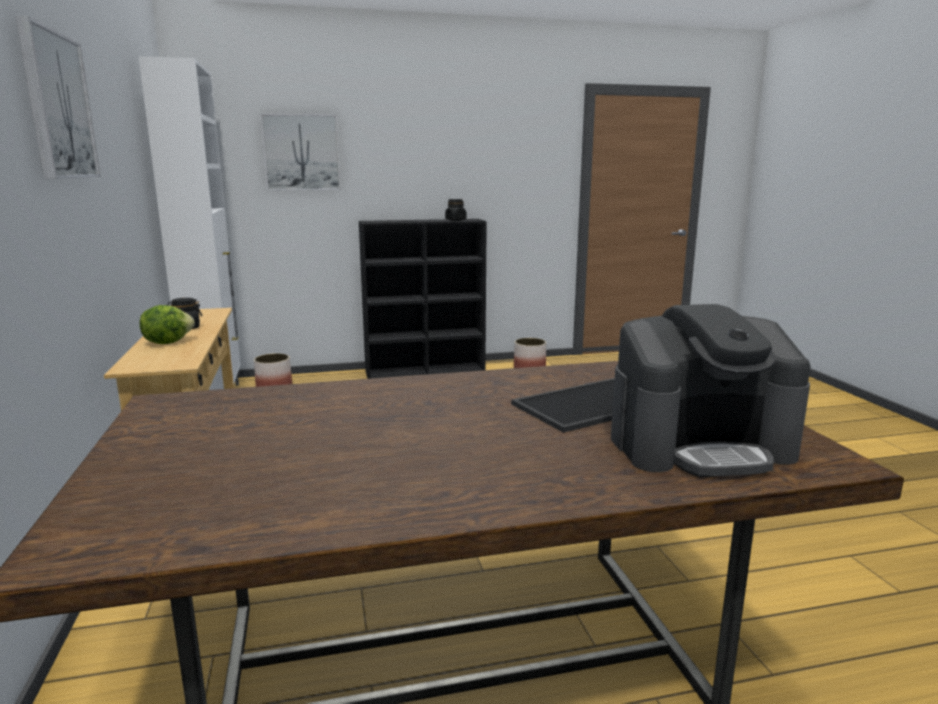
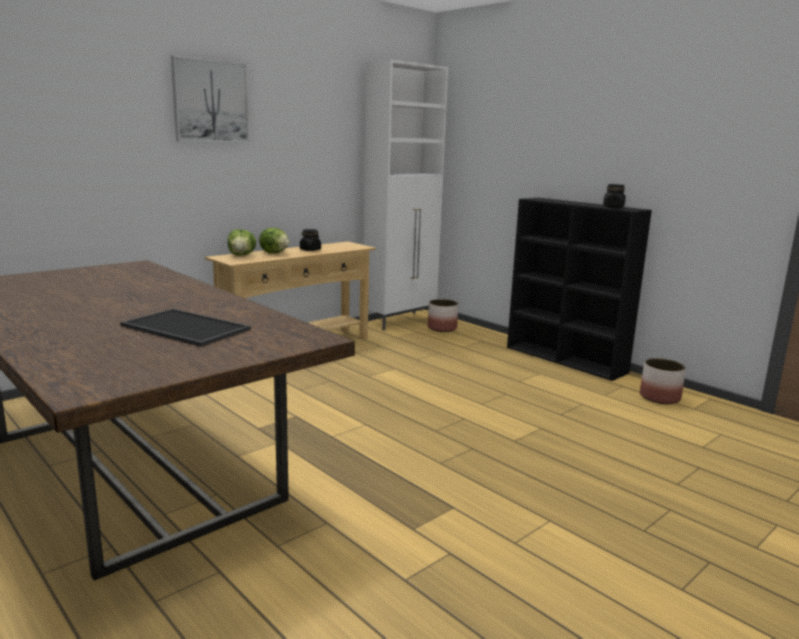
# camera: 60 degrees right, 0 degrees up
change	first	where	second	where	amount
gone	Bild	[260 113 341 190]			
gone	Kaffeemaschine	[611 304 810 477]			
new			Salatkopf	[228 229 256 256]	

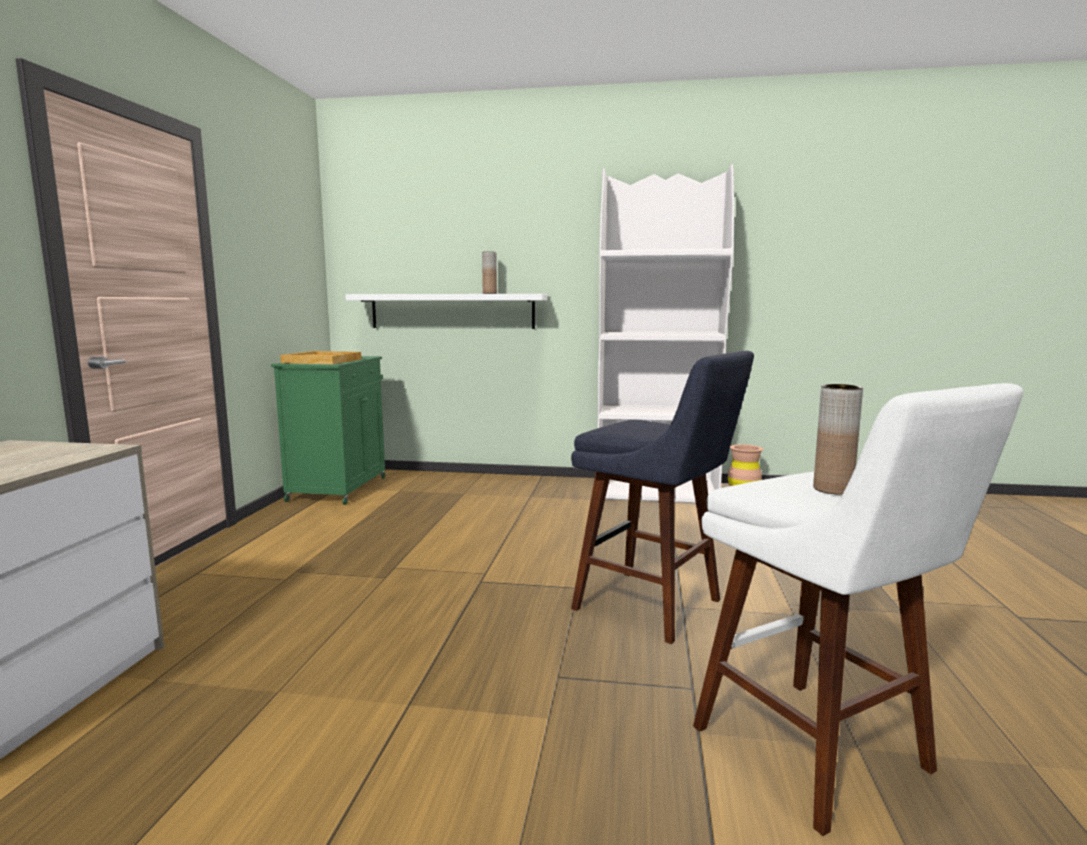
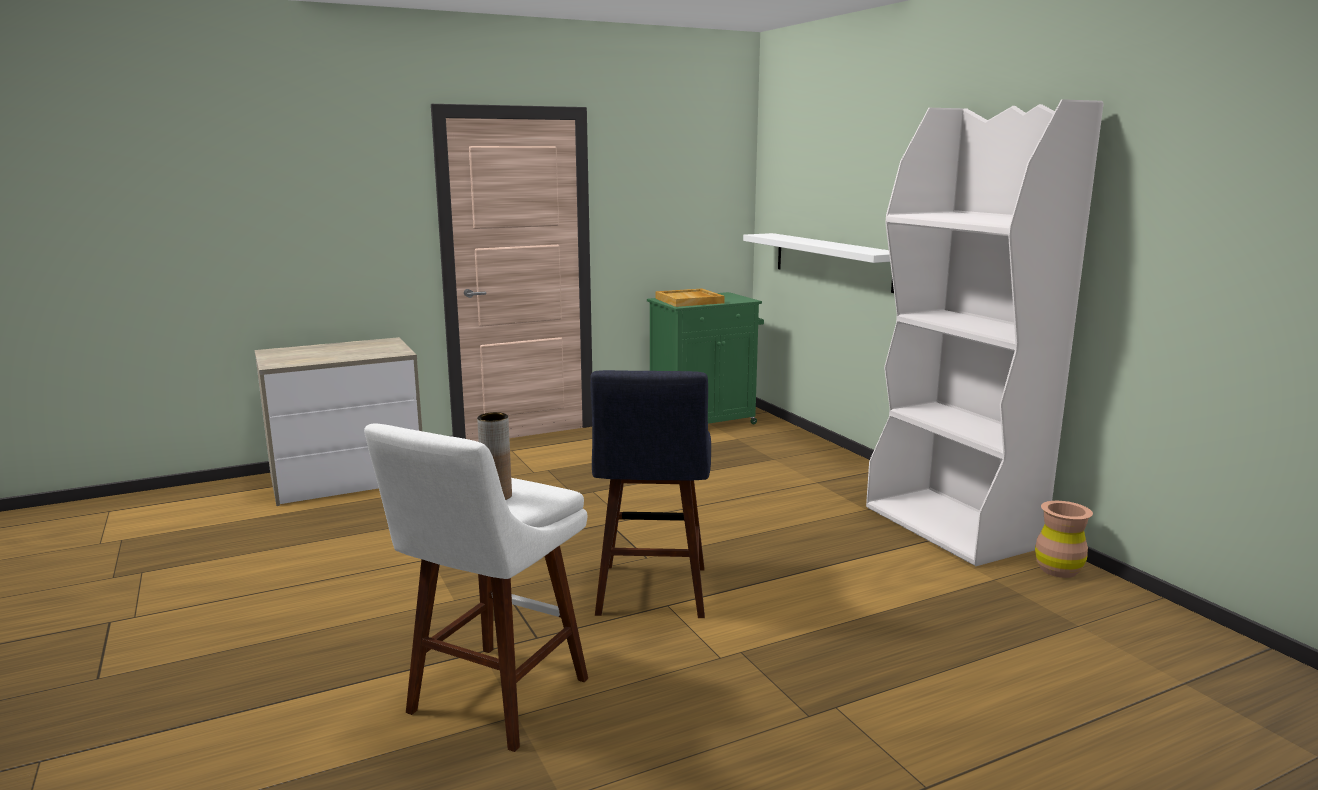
# camera: 55 degrees right, 5 degrees up
change	first	where	second	where	amount
gone	Vase/braun	[482 252 497 294]			

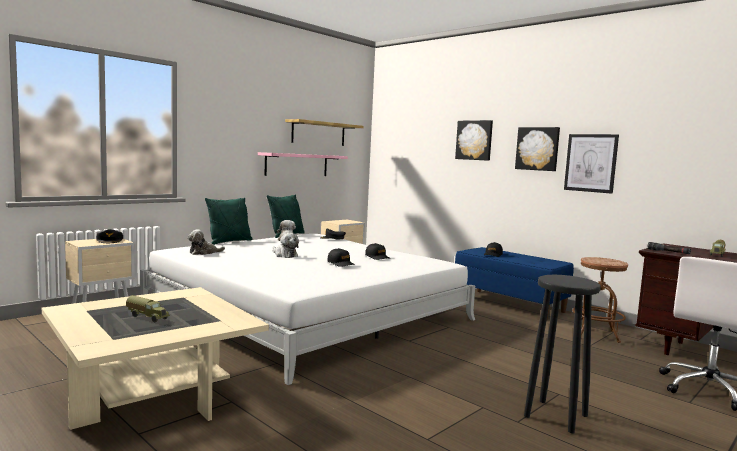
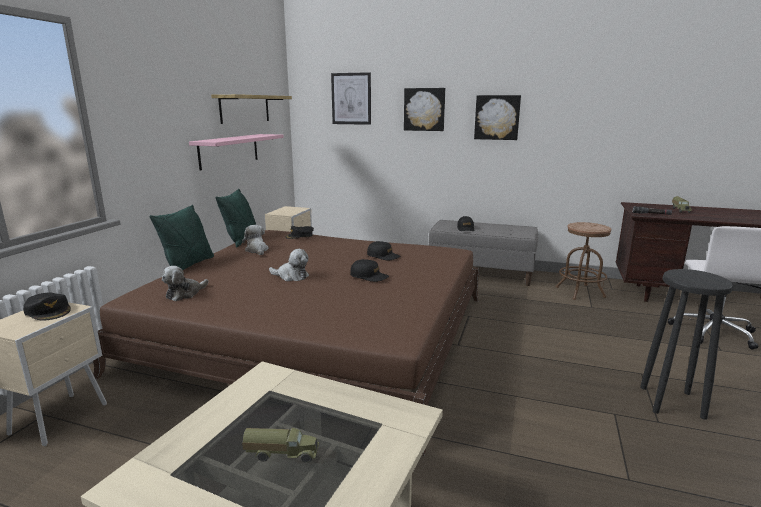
# camera: 25 degrees left, 10 degrees up
change	first	where	second	where	amount
repainted	Bett/weiß	[140 234 475 385]	Bett/braun	[93 230 479 456]	
repainted	Bank/blau	[455 247 574 320]	Bank/grau	[428 220 538 286]	
shifted	Bild	[564 134 619 194]		[331 72 371 125]	

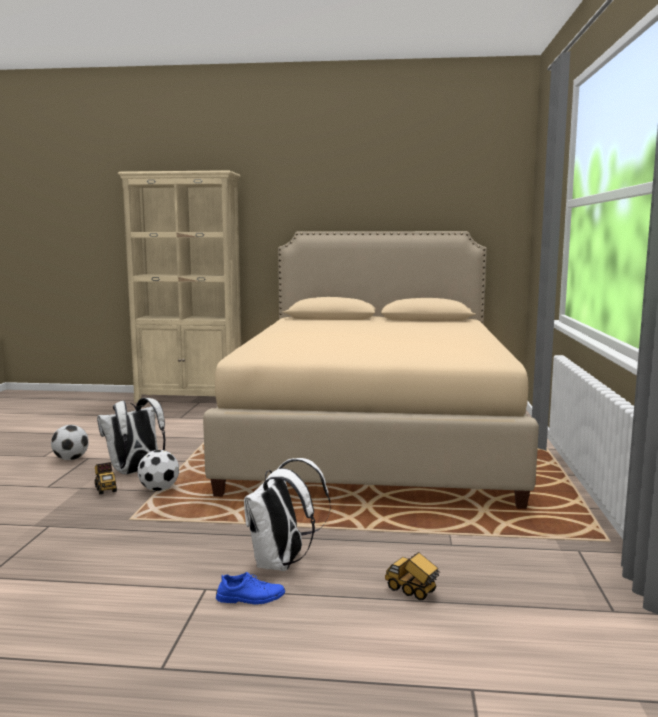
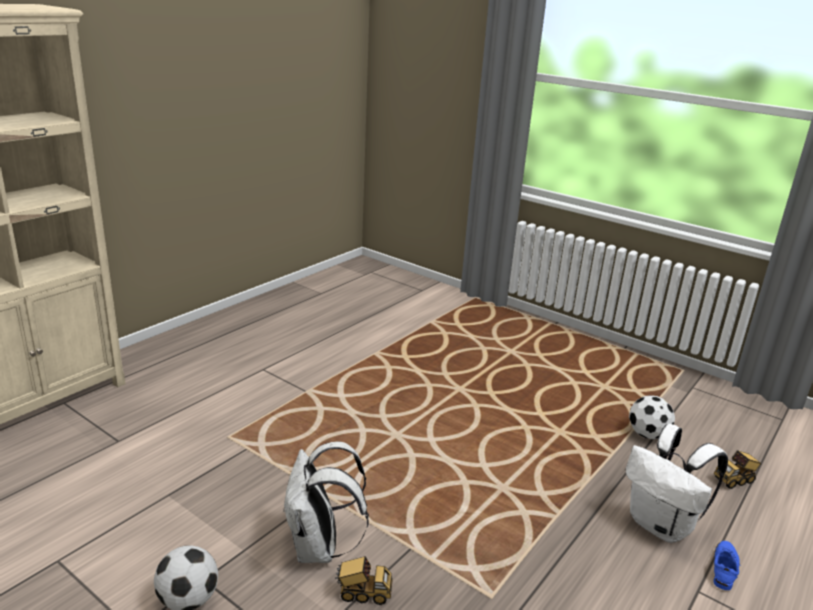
# camera: 60 degrees left, 15 degrees up
change	first	where	second	where	amount
shifted	Fußball	[137 450 179 491]		[629 395 675 439]	
gone	Bett/beige	[203 231 539 509]			

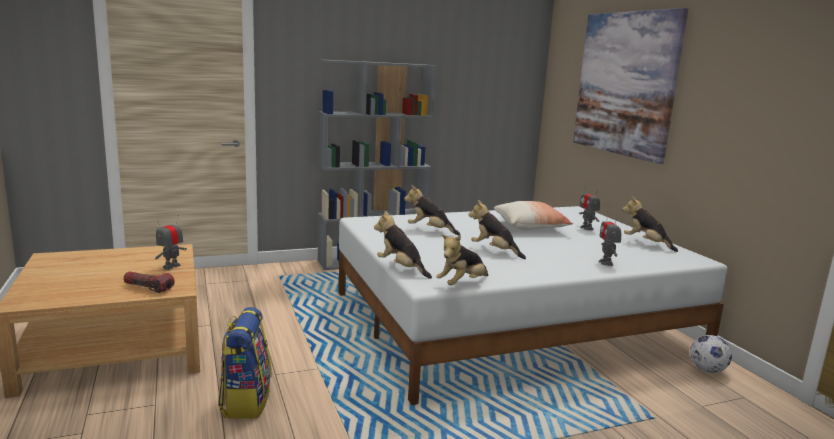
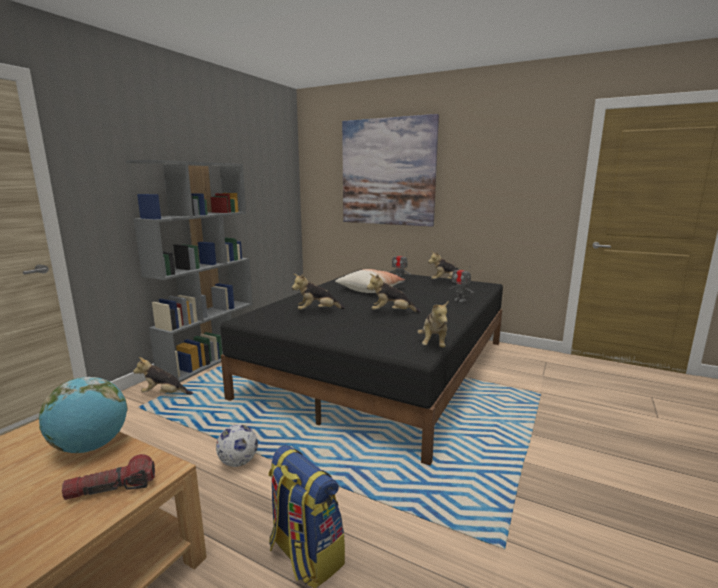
# camera: 40 degrees left, 0 degrees up
change	first	where	second	where	amount
swapped	Spielzeugroboter	[155 215 187 270]	Globus	[39 377 128 453]	
repainted	Bett/weiß	[339 206 728 405]	Bett/schwarz	[220 269 503 465]	
shifted	Plüschtier	[374 211 432 279]		[133 357 193 395]	
shifted	Fußball	[690 335 732 373]		[216 424 258 467]	

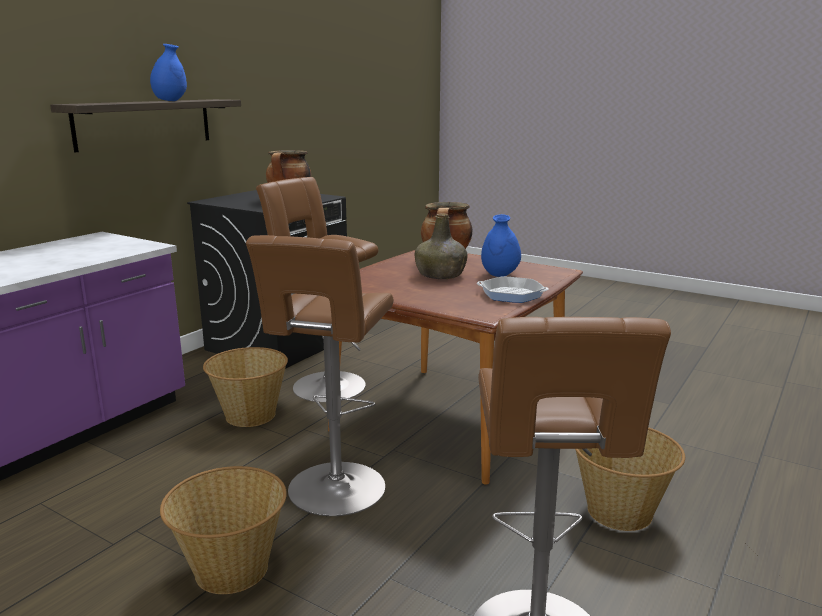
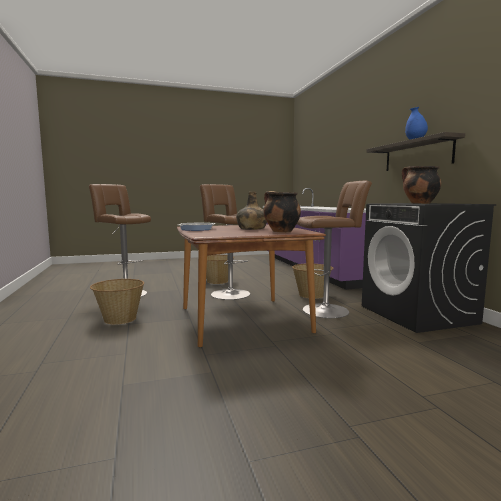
# camera: 130 degrees right, 10 degrees down
change	first	where	second	where	amount
gone	Vase/blau	[481 214 521 277]			

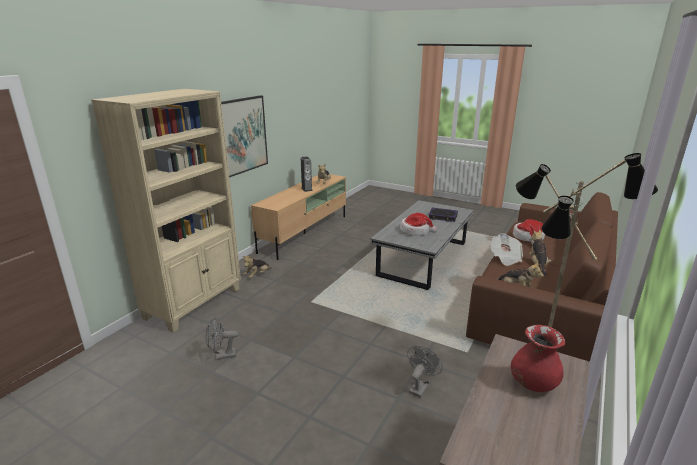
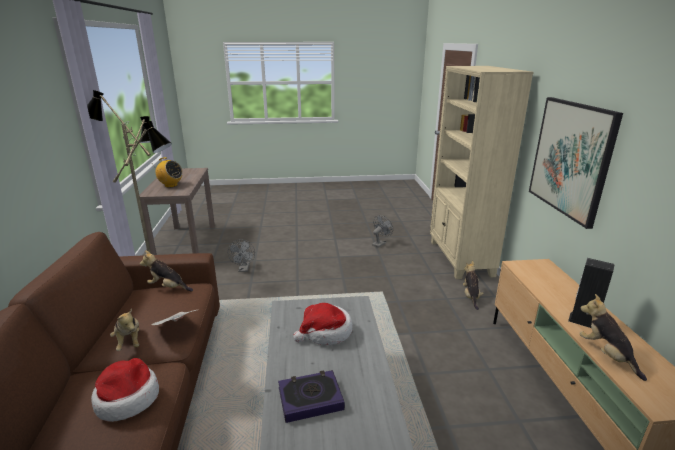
# camera: 145 degrees right, 0 degrees up
change	first	where	second	where	amount
swapped	Vase/rot	[511 325 565 392]	Radio	[153 157 183 188]	

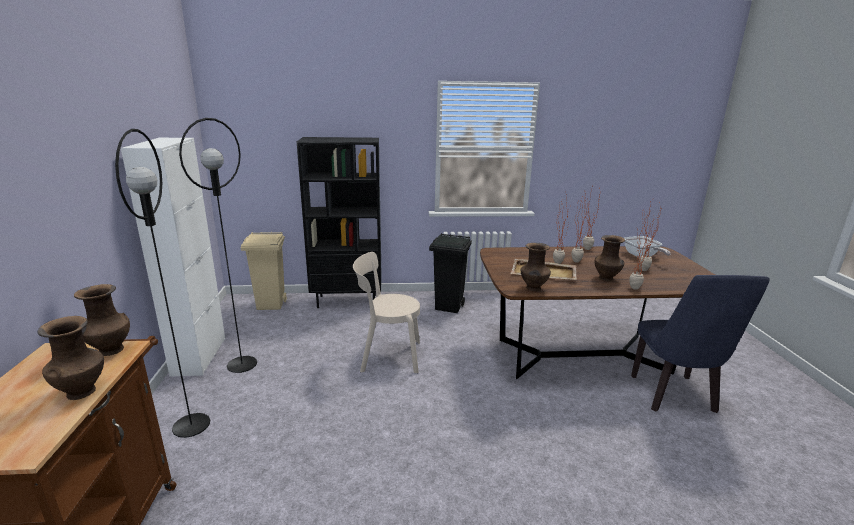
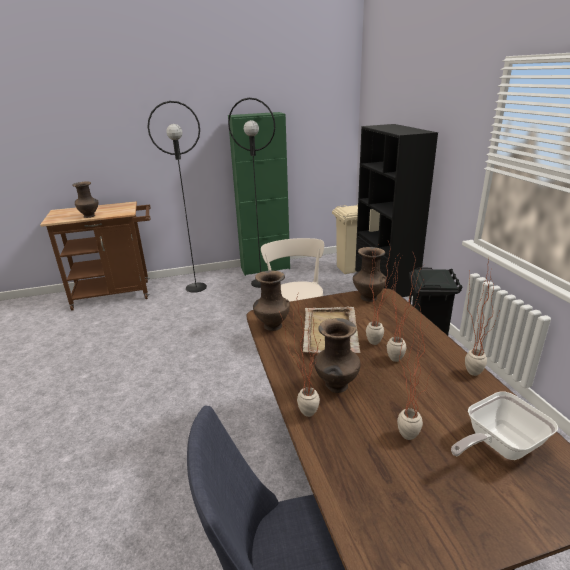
# camera: 80 degrees right, 5 degrees up
change	first	where	second	where	amount
shifted	Vase/braun	[74 284 130 356]		[353 247 387 302]	
repainted	Schrank/weiß	[121 138 225 376]	Schrank/grün	[228 112 290 276]	

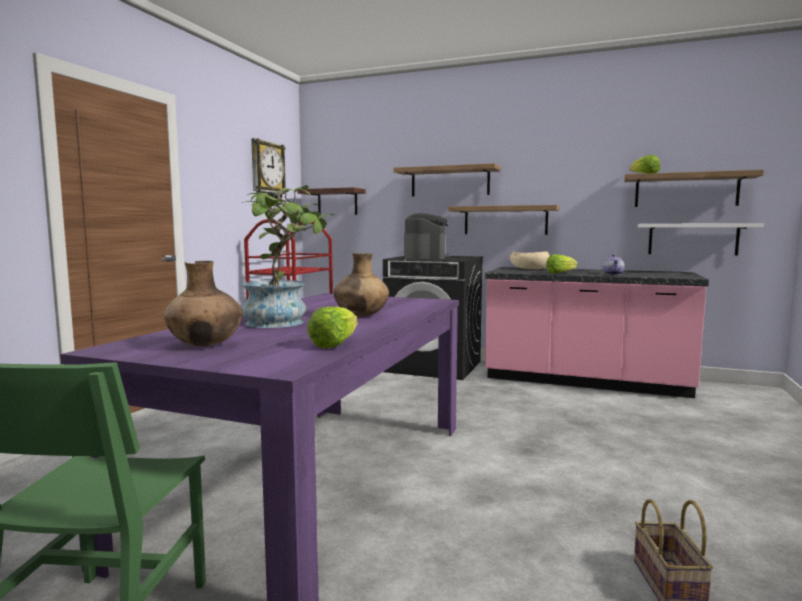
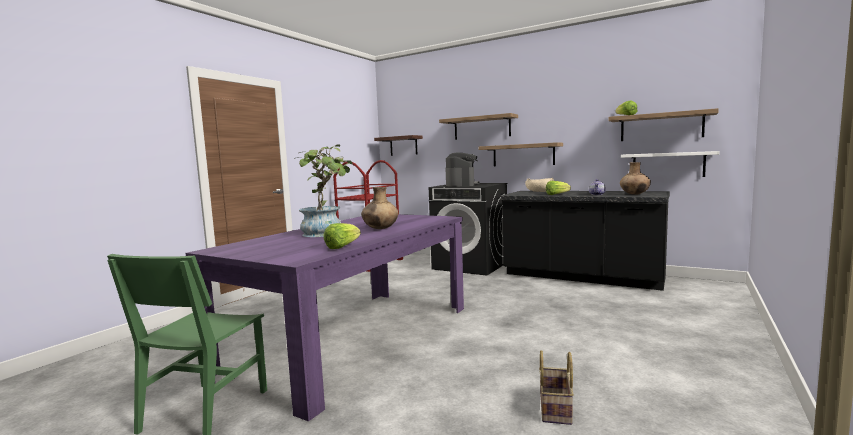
# camera: 10 degrees right, 0 degrees up
change	first	where	second	where	amount
shifted	Vase/braun	[163 261 243 346]		[620 162 651 195]	
gone	Wanduhr	[251 138 286 199]			
repainted	Küchenzeile/rosa	[485 267 709 398]	Küchenzeile/schwarz	[501 191 670 291]	

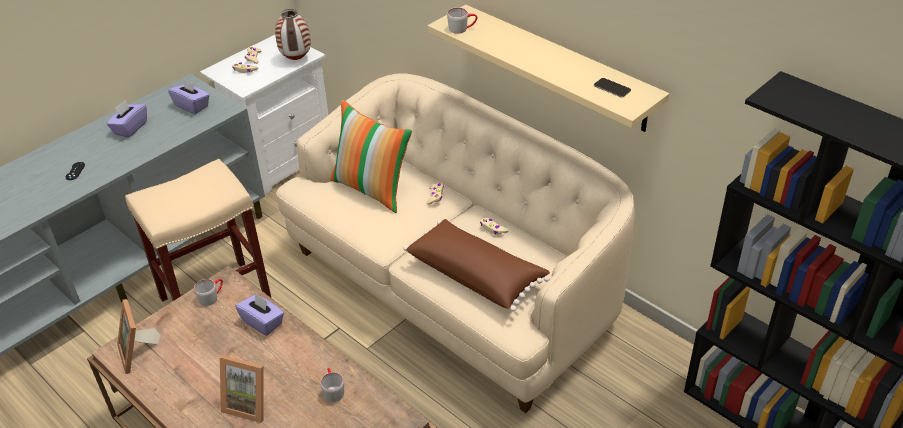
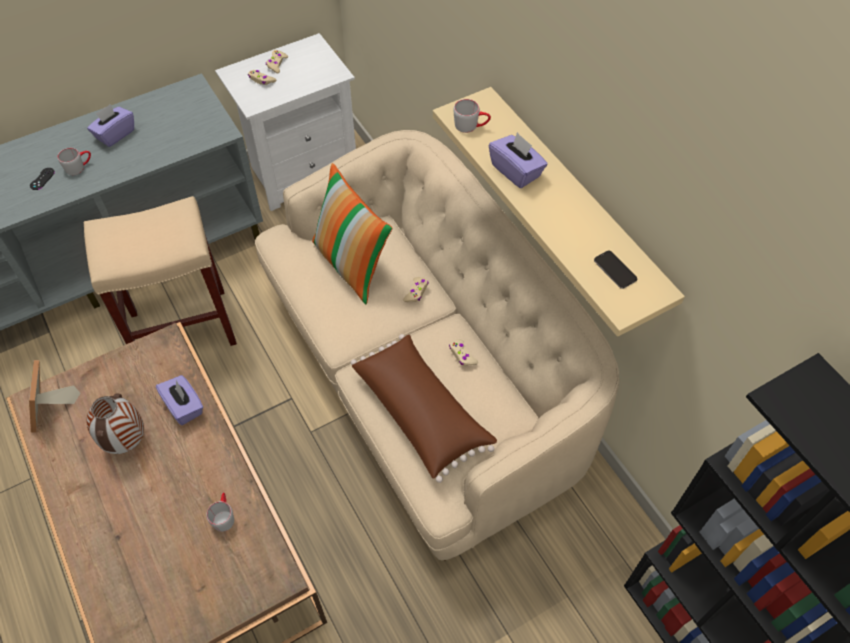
# camera: 15 degrees right, 15 degrees up
change	first	where	second	where	amount
shifted	Taschentuchbox/lila	[168 78 210 114]		[489 132 548 188]	
shifted	Henkelbecher/grau	[194 279 223 306]		[58 148 91 175]	
gone	Bilderrahmen	[220 355 264 423]			
shifted	Vase	[275 9 311 60]		[87 393 144 454]	

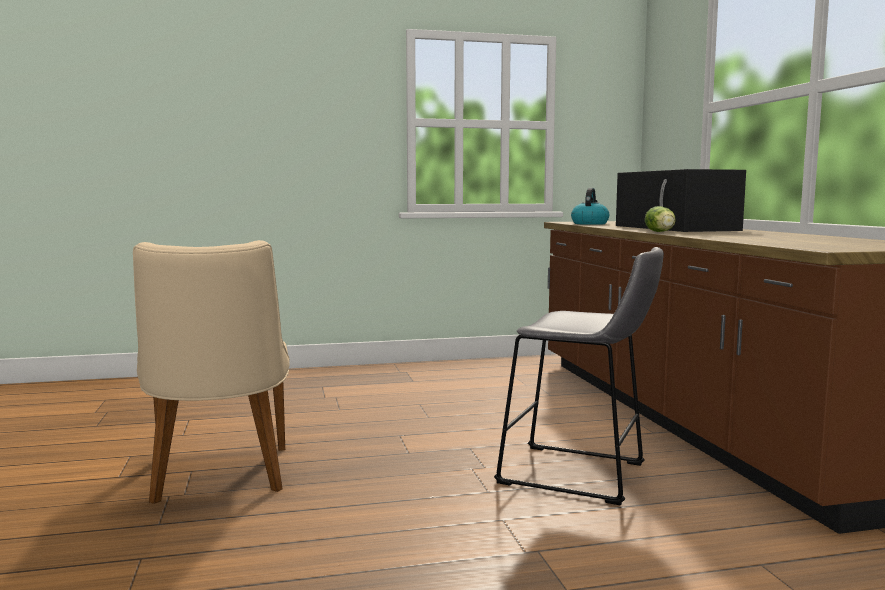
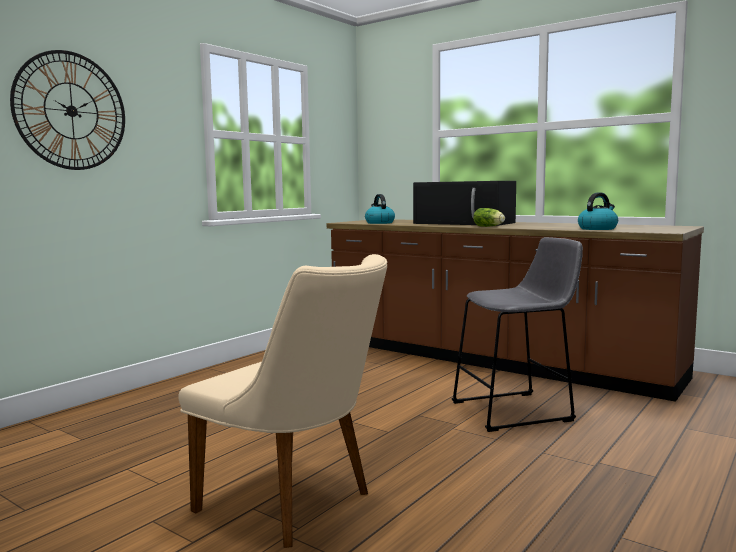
# camera: 40 degrees left, 0 degrees up
change	first	where	second	where	amount
new			Wanduhr	[10 50 125 170]	
new			Wasserkessel	[578 192 618 230]	

